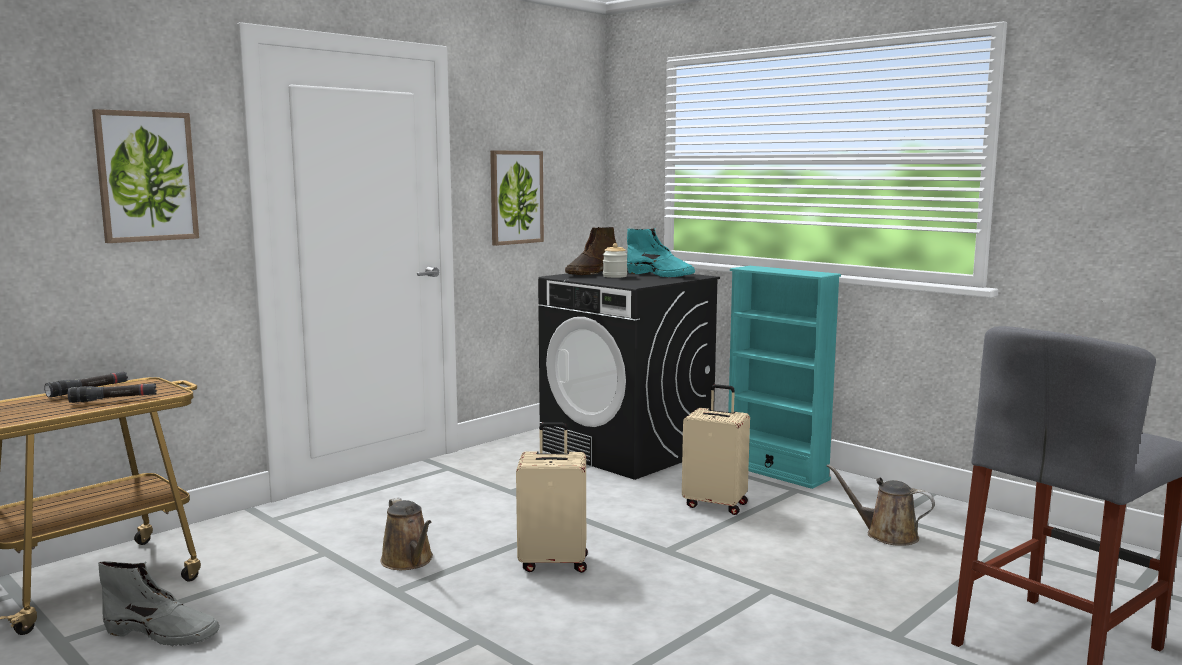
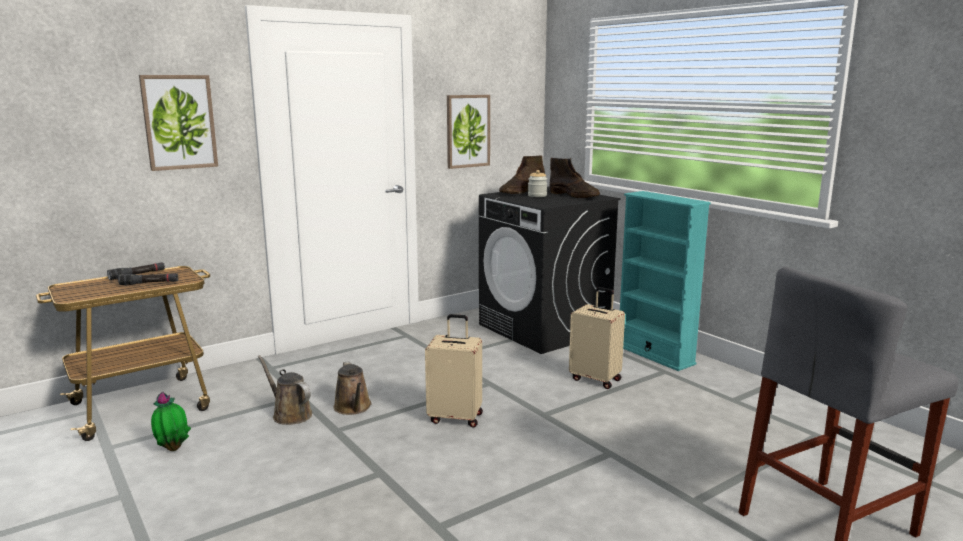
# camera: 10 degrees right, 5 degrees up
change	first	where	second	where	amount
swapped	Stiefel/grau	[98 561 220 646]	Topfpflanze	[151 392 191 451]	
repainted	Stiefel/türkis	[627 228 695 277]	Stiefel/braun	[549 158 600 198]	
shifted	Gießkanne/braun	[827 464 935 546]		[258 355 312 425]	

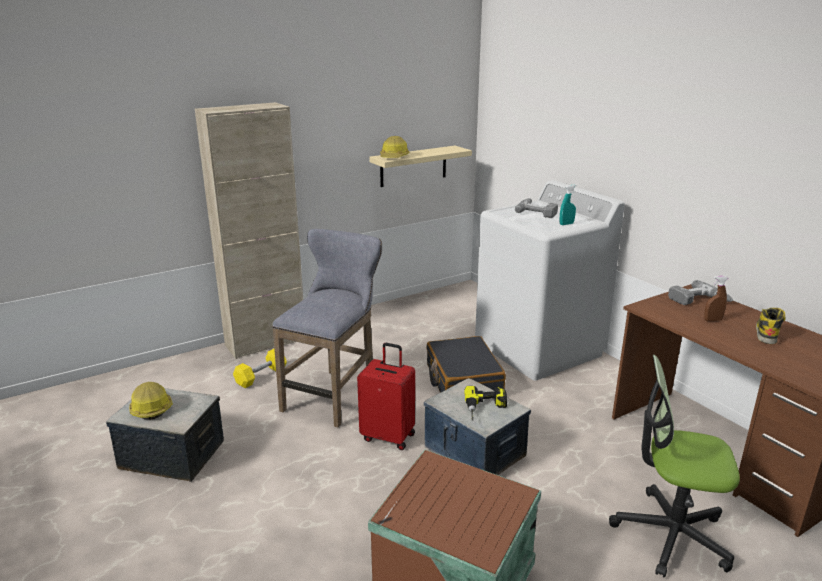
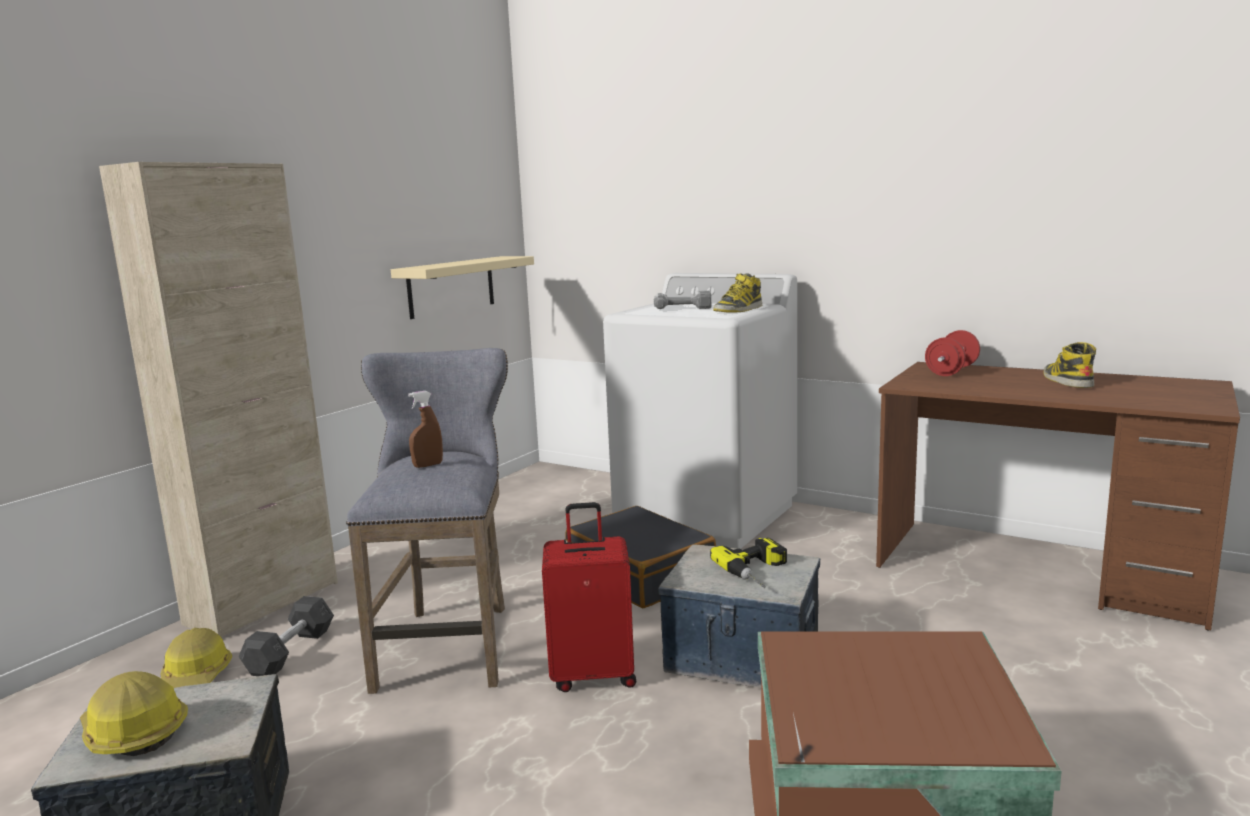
# camera: 25 degrees left, 10 degrees down
change	first	where	second	where	amount
repainted	Hantel/gelb	[233 349 287 388]	Hantel/grau	[239 596 334 676]	
shifted	Schutzhelm	[380 136 410 158]		[161 628 232 688]	
swapped	Sprühflasche/türkis	[560 184 577 225]	Stiefel	[713 273 762 313]	
gone	Bürostuhl	[609 355 740 578]			
swapped	Bohrmaschine	[668 280 733 305]	Hantel/rot	[925 330 980 376]	
shifted	Sprühflasche/braun	[704 276 728 321]		[408 391 443 468]	

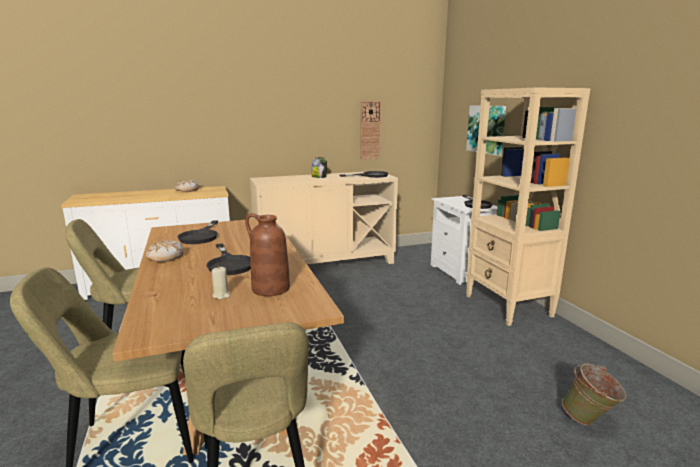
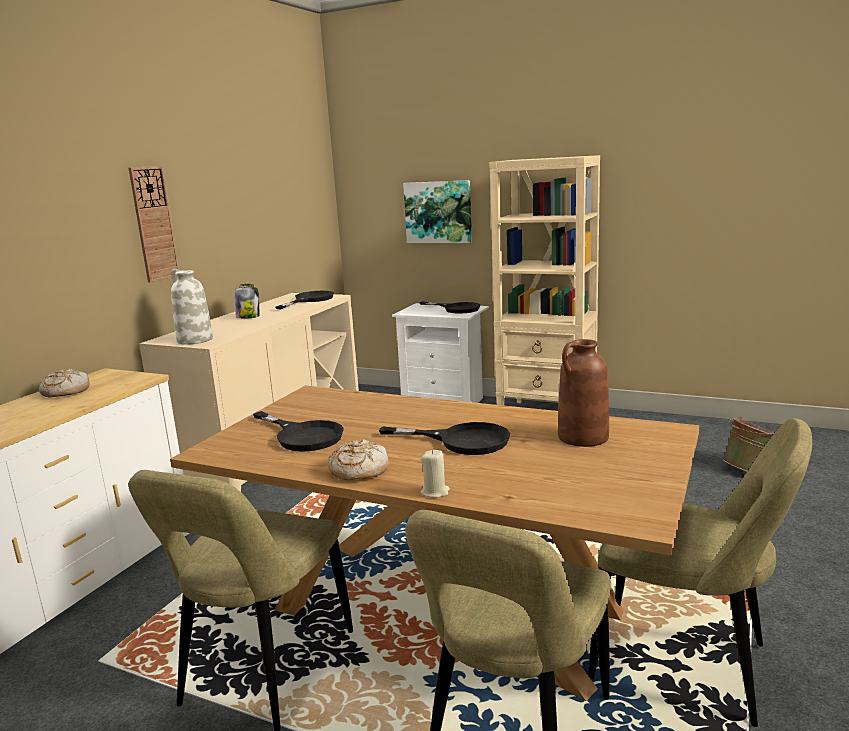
# camera: 45 degrees left, 0 degrees up
change	first	where	second	where	amount
shifted	Kerze/beige	[212 267 230 299]		[421 450 450 498]	
shifted	Wanduhr	[360 101 381 159]		[129 166 179 283]	
new			Vase/weiß	[171 268 213 345]	

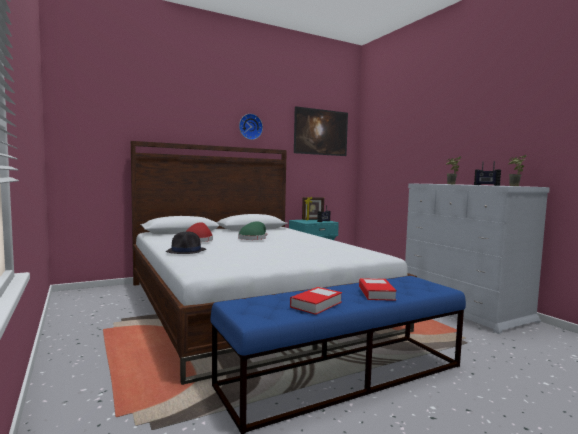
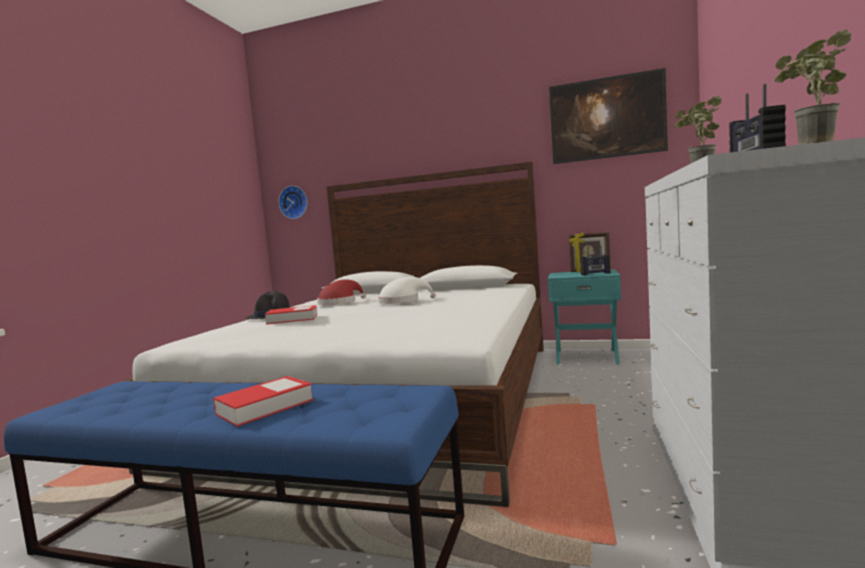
# camera: 45 degrees right, 0 degrees up
change	first	where	second	where	amount
repainted	Hut/grün	[238 221 267 240]	Hut/weiß	[378 277 436 304]	
shifted	Wanduhr	[239 114 263 140]		[278 186 308 219]	
shifted	Buch	[290 287 342 315]		[265 305 317 324]	

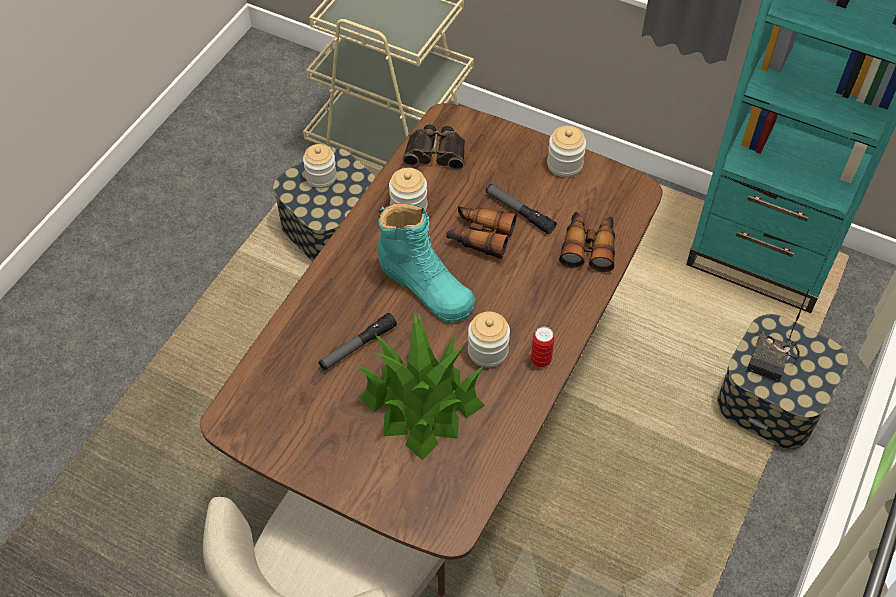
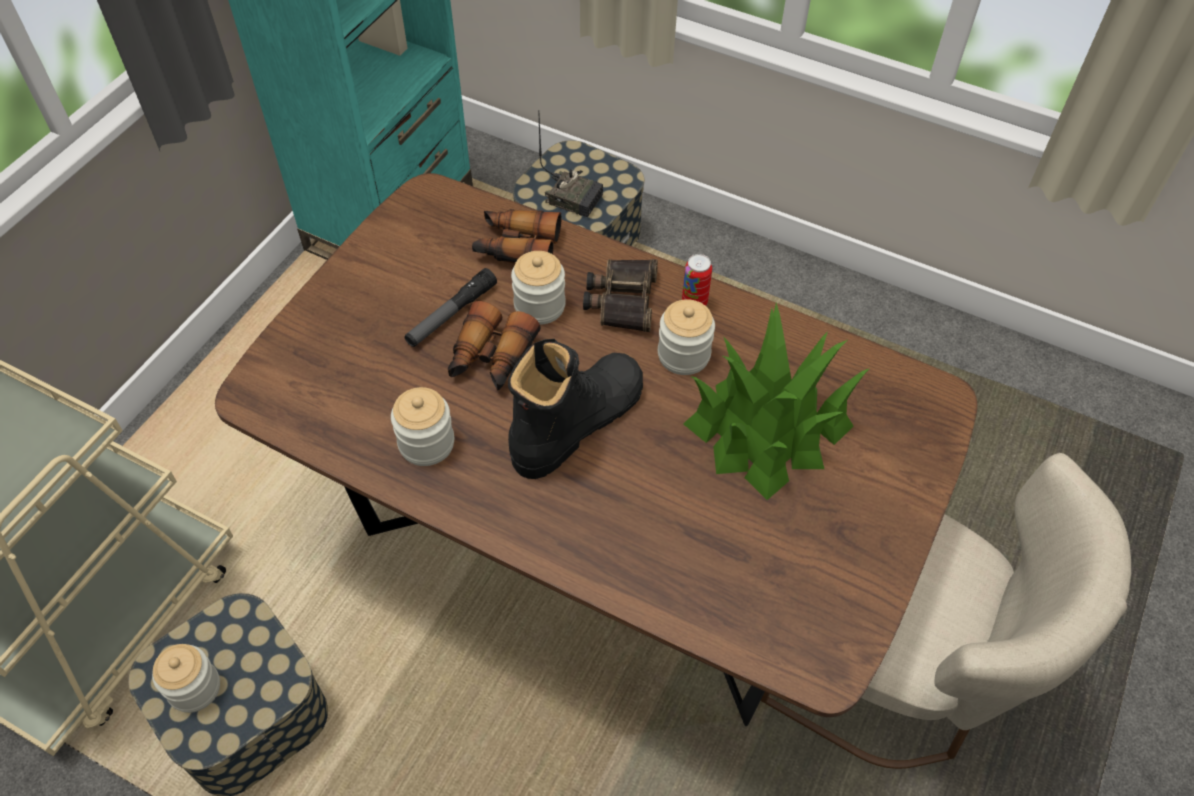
# camera: 90 degrees left, 0 degrees up
change	first	where	second	where	amount
gone	Taschenlampe	[318 313 397 371]			
repainted	Stiefel/türkis	[377 203 475 323]	Stiefel/schwarz	[508 339 643 479]	
shifted	Fernglas	[402 125 465 171]		[583 259 658 332]	
shifted	Vorratsglas	[547 126 586 177]		[511 251 566 325]	

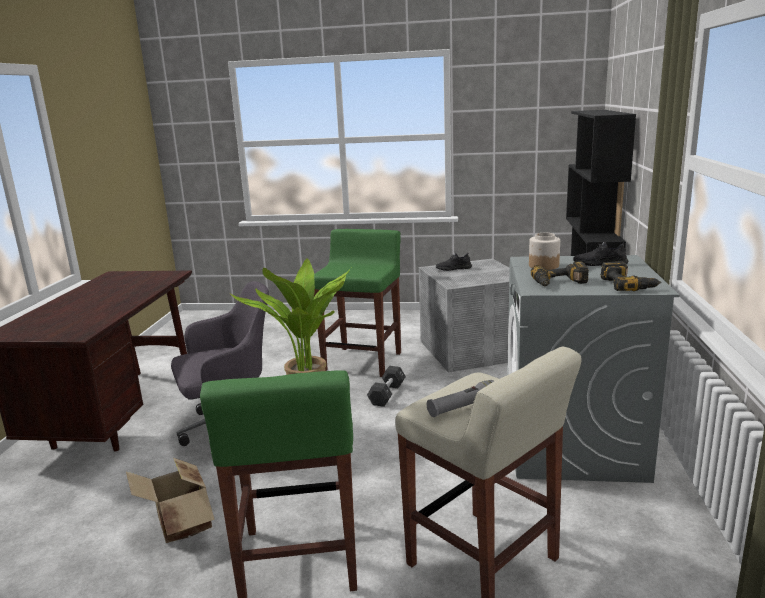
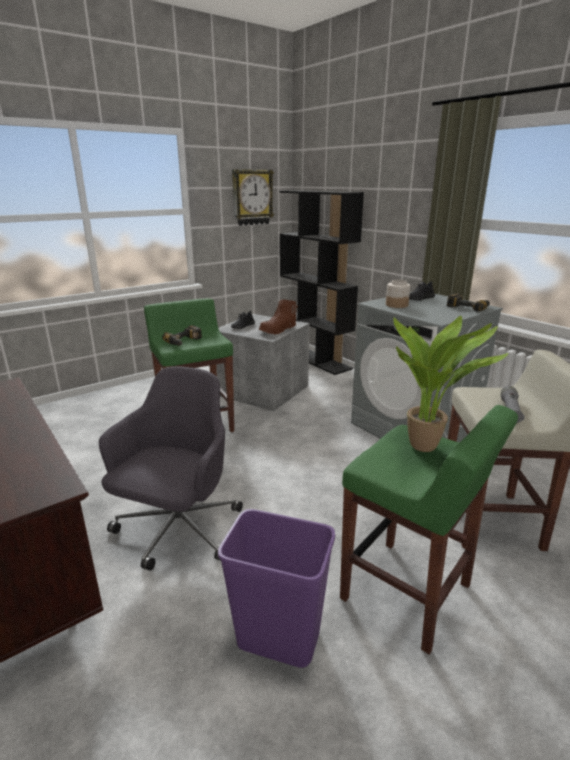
# camera: 45 degrees left, 5 degrees up
change	first	where	second	where	amount
swapped	Karton	[126 457 215 543]	Mülleimer/lila	[218 509 335 668]	
gone	Hantel/schwarz	[367 366 406 407]			
shifted	Bohrmaschine	[531 262 589 286]		[162 325 202 346]	
new			Wanduhr	[232 169 274 226]	
new			Stiefel/braun	[259 300 298 335]	

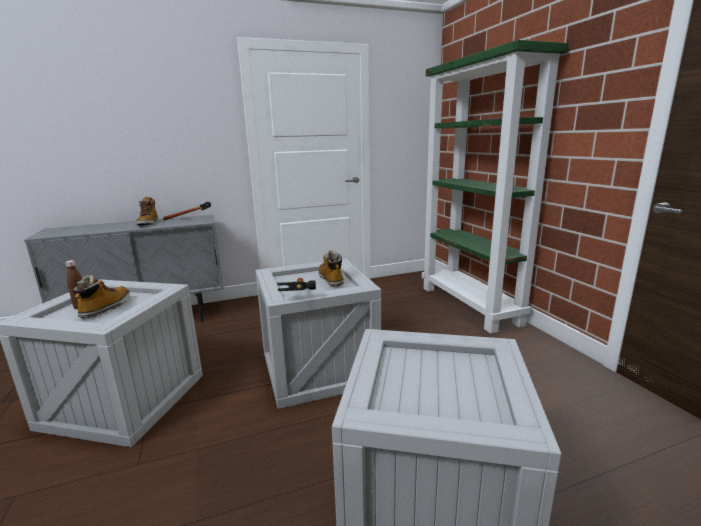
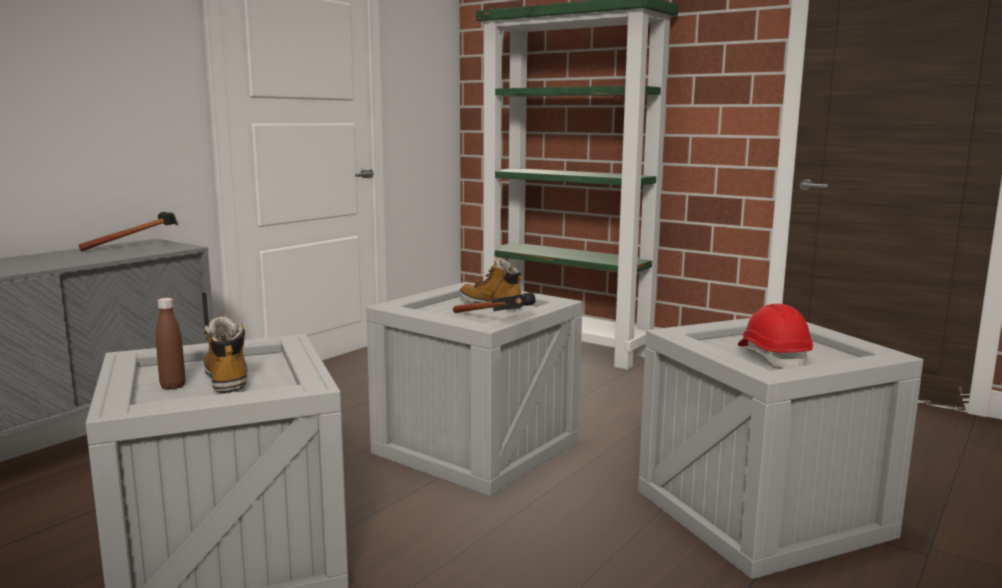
# camera: 35 degrees left, 5 degrees down
change	first	where	second	where	amount
gone	Stiefel	[136 197 158 225]			
new			Schutzhelm/rot	[738 304 813 367]	

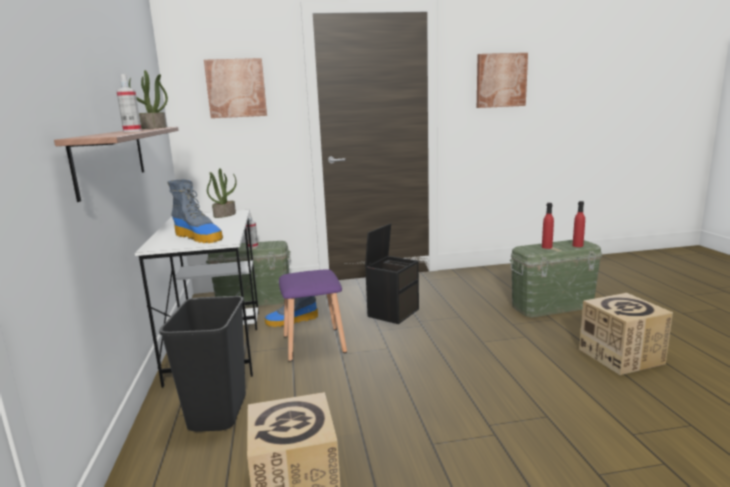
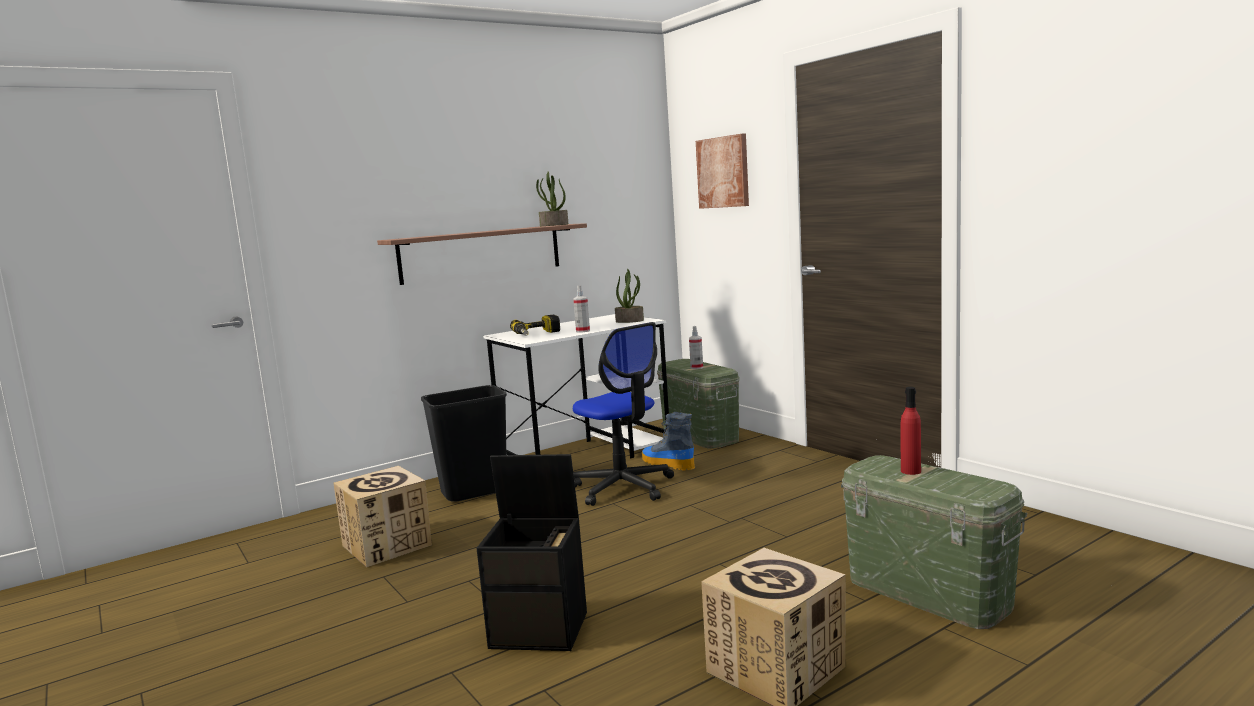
# camera: 65 degrees right, 5 degrees down
change	first	where	second	where	amount
shifted	Sprühflasche	[116 74 142 132]		[573 285 590 333]	
swapped	Stiefel	[167 180 223 243]	Bohrmaschine	[510 315 560 336]	
swapped	Hocker/lila	[279 269 347 362]	Bürostuhl	[573 322 674 506]	
shifted	Aufbewahrungsbox/schwarz	[365 223 419 324]		[477 454 587 651]	
gone	Bild	[477 53 528 108]			
gone	Flasche/rot	[572 201 585 247]			

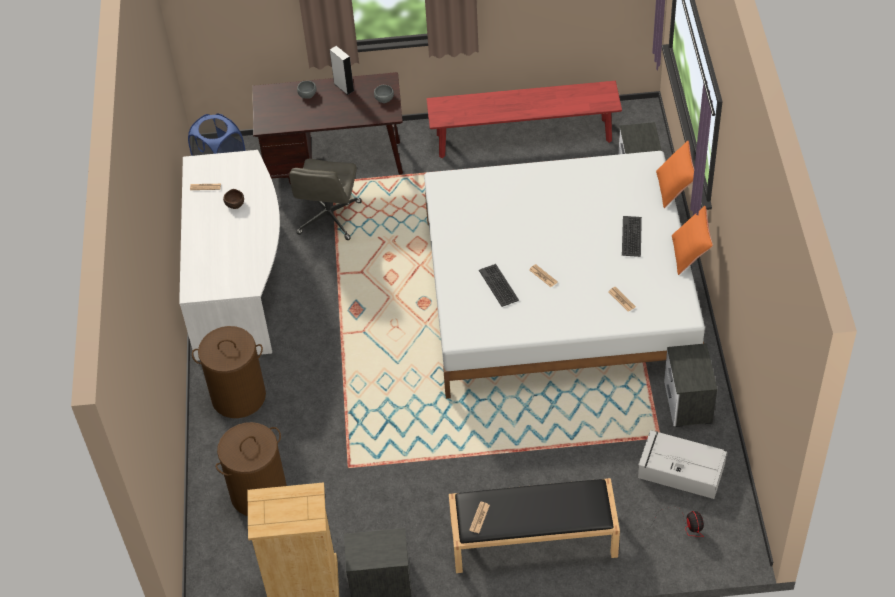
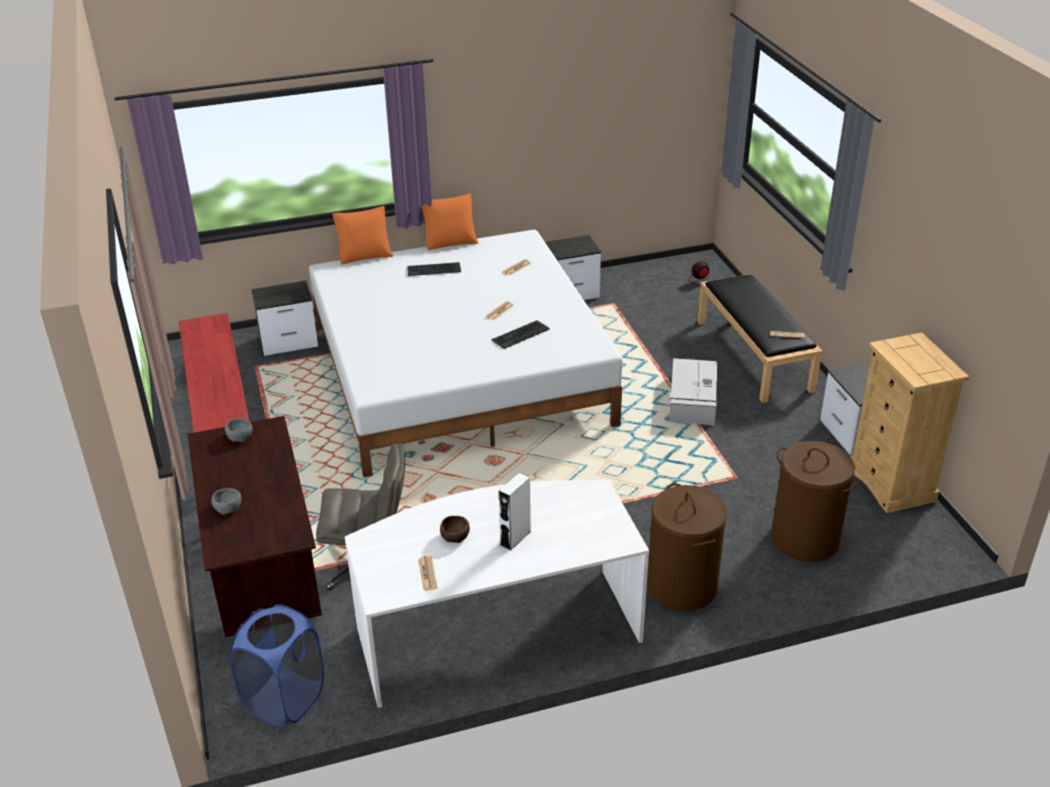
# camera: 105 degrees left, 15 degrees down
change	first	where	second	where	amount
shifted	Lautsprecher/weiß	[330 46 354 95]		[499 473 531 550]	
shifted	Aufbewahrungsbox/grau	[638 430 727 499]		[669 358 717 425]	

